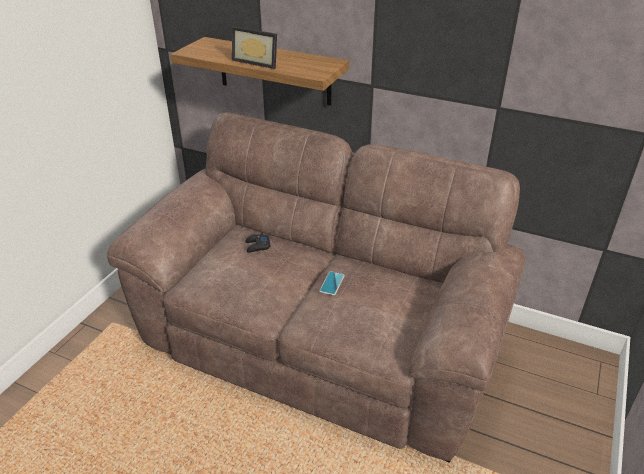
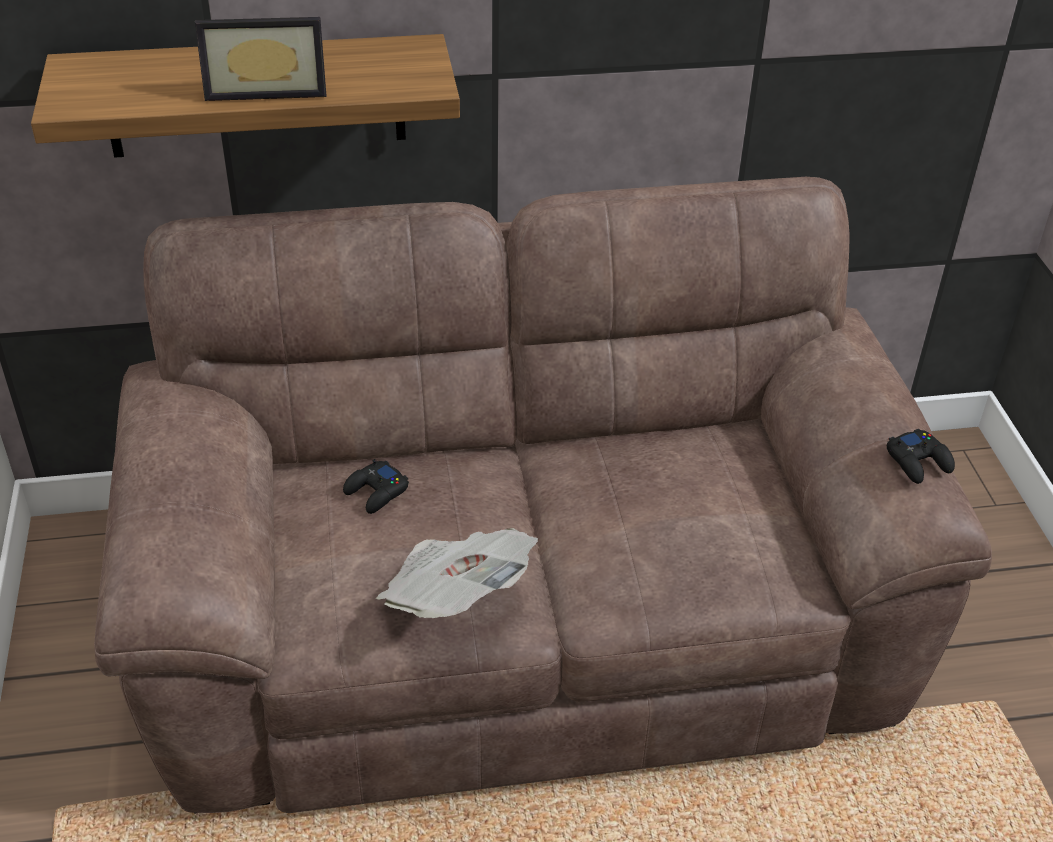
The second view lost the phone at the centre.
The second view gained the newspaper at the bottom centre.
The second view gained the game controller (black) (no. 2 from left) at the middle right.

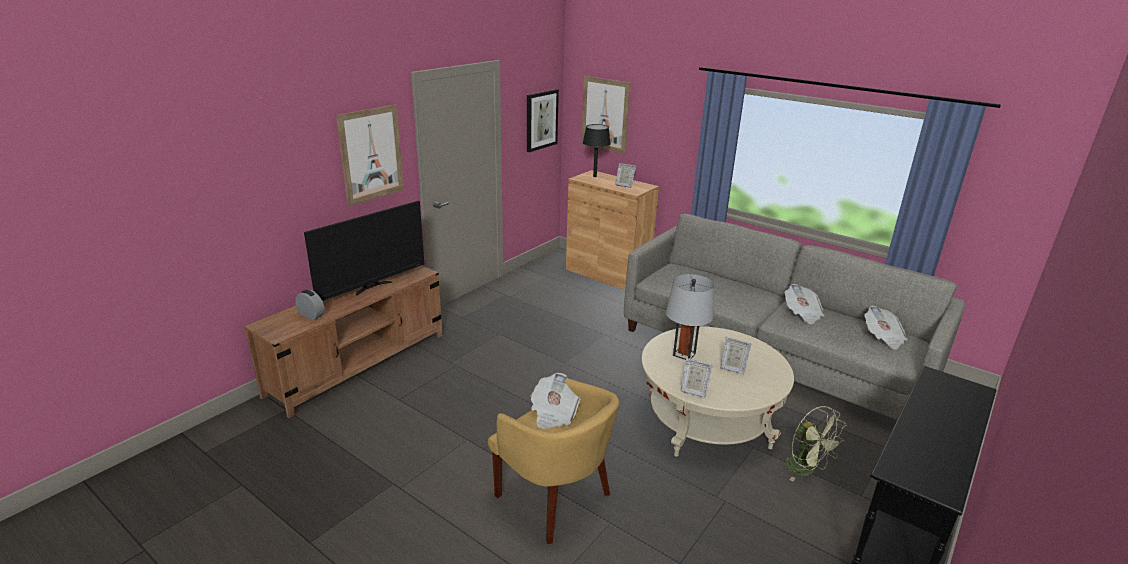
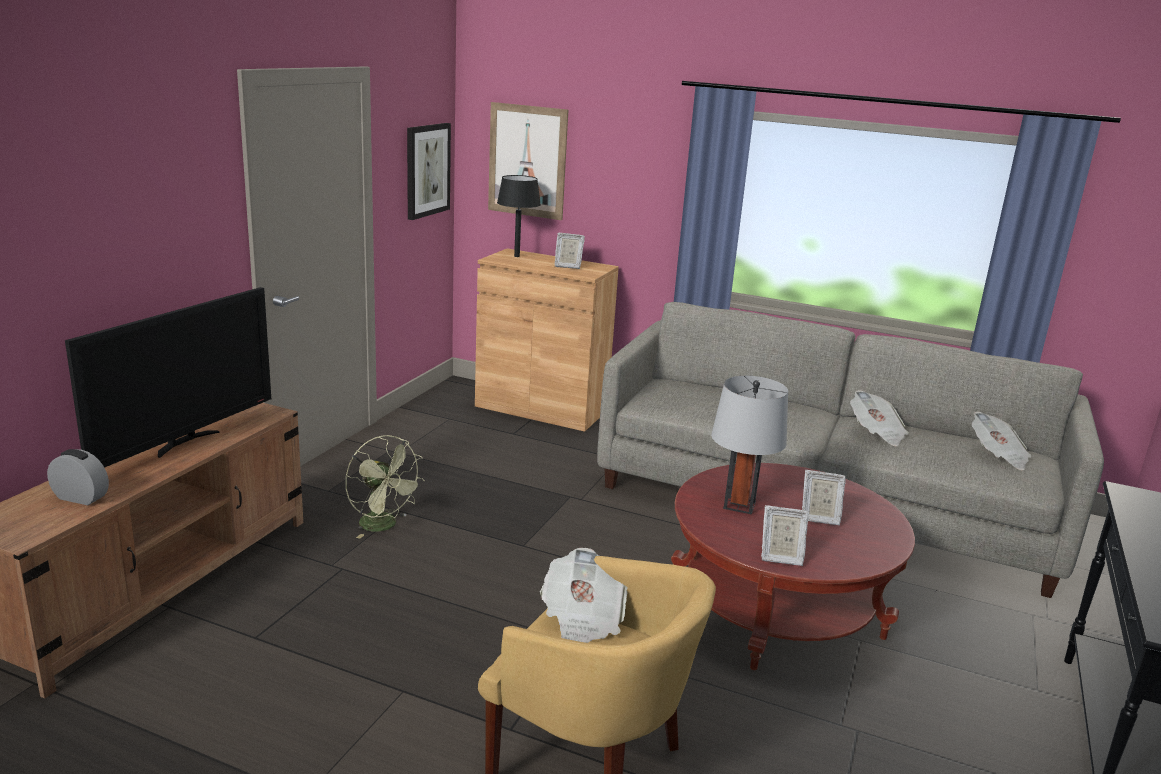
The second view lost the picture (no. 1 from left) at the top left.
What was the coffee table (beige) at the bottom centre turned into the coffee table (red) at the bottom right.
The fan (green) ended up elsewhere, having gone from the bottom right to the middle left.

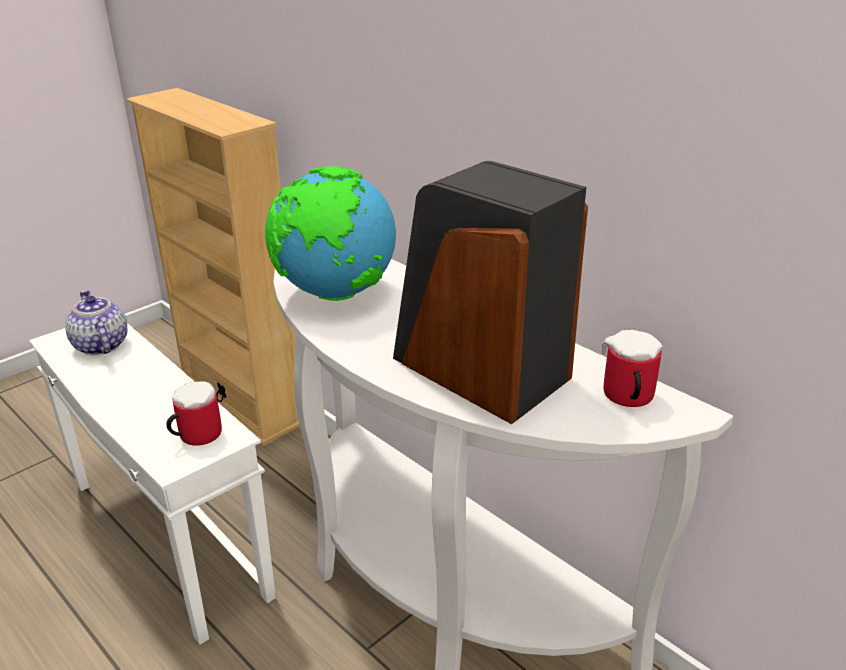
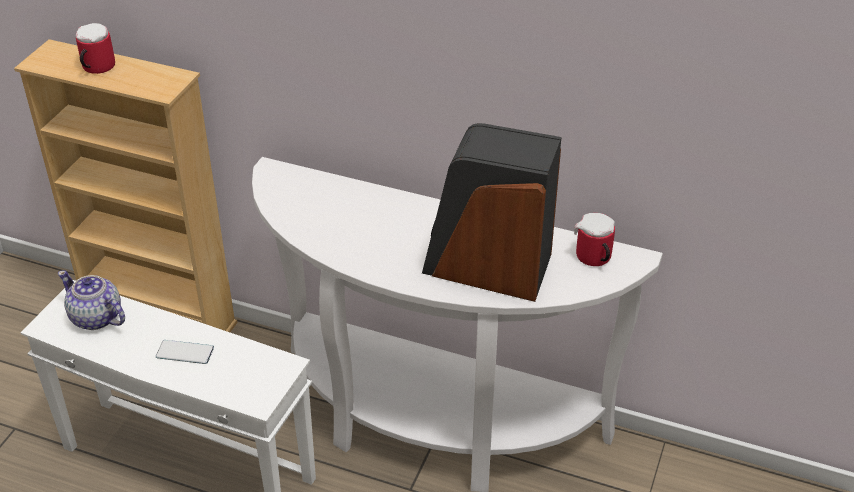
The mug (no. 1 from left) ended up elsewhere, having gone from the middle left to the top left.
The second view lost the globe at the centre.
The second view gained the phone at the bottom left.

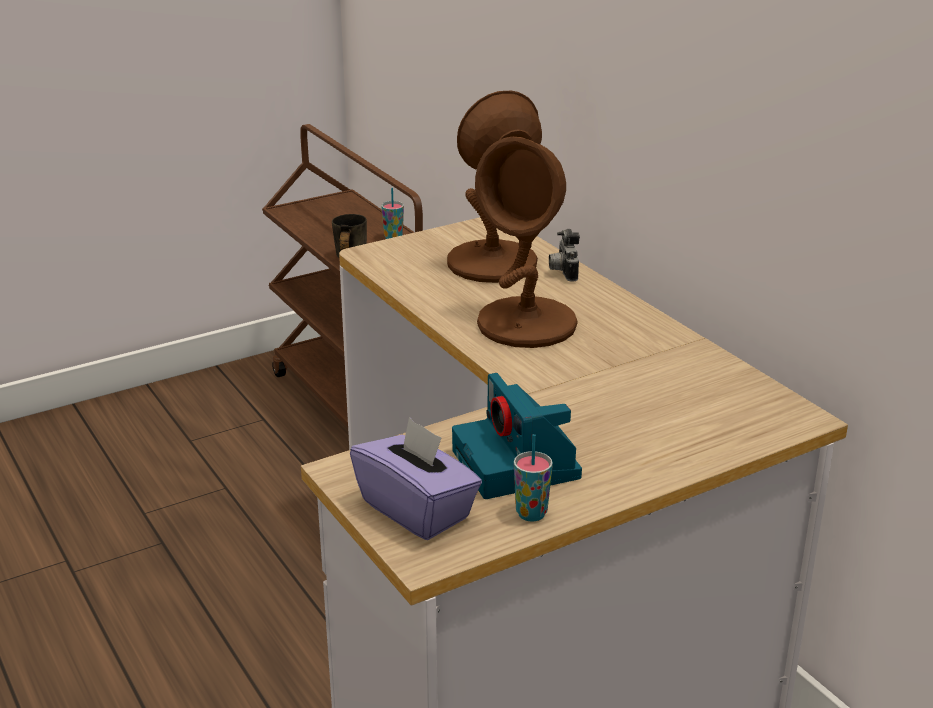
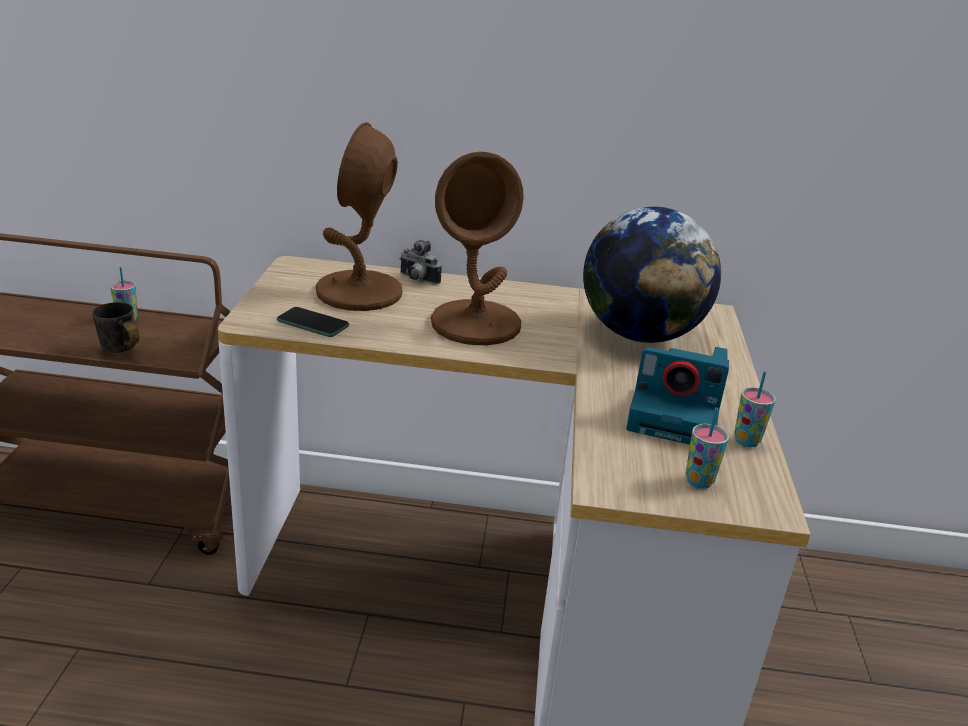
Where the tissue box (purple) stood at the bottom centre, the cup (no. 2 from left) came to stand at the middle right.
The second view gained the phone at the middle left.
The second view gained the globe at the middle right.

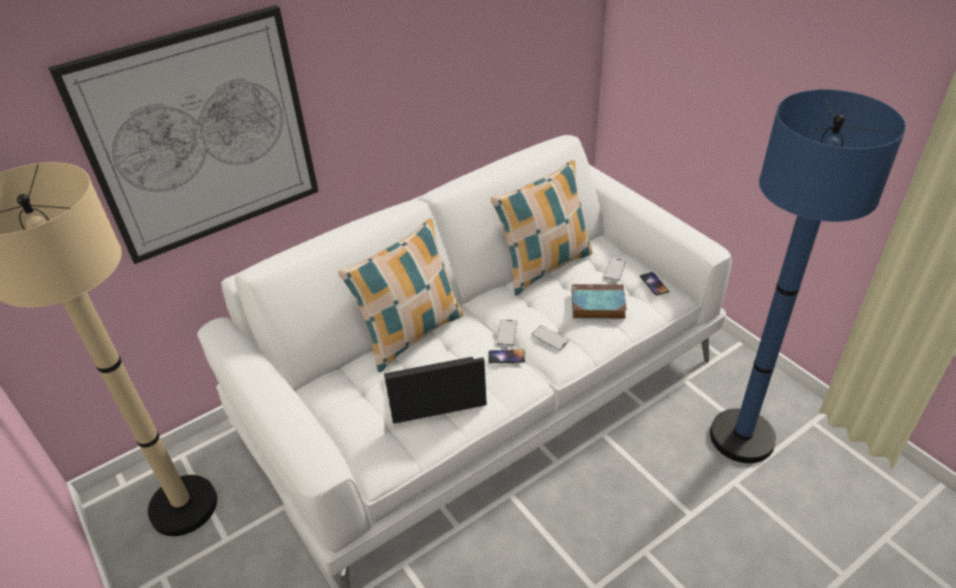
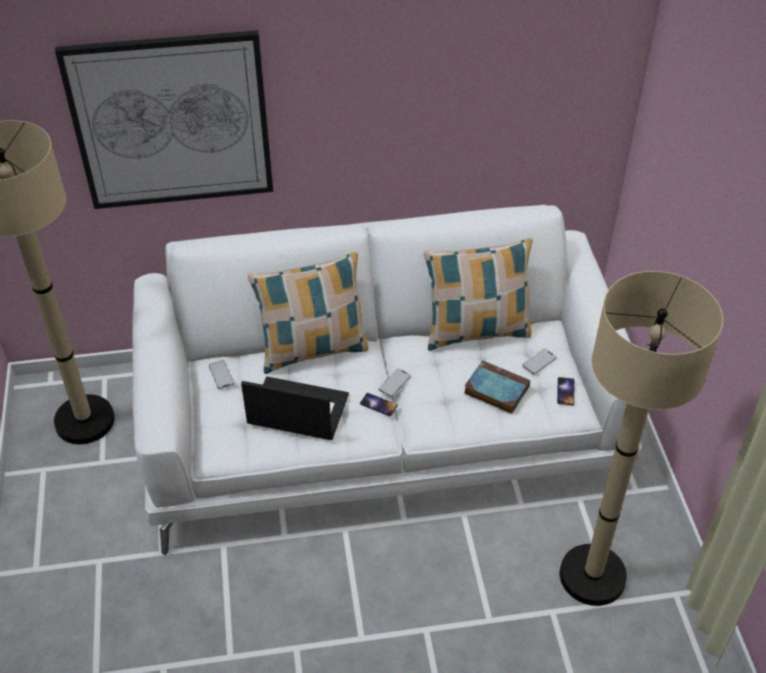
The phone (no. 3 from left in the first image) ended up elsewhere, having gone from the centre to the middle left.
What was the floor lamp (blue) at the middle right turned into the floor lamp (beige) (no. 2 from left) at the middle right.

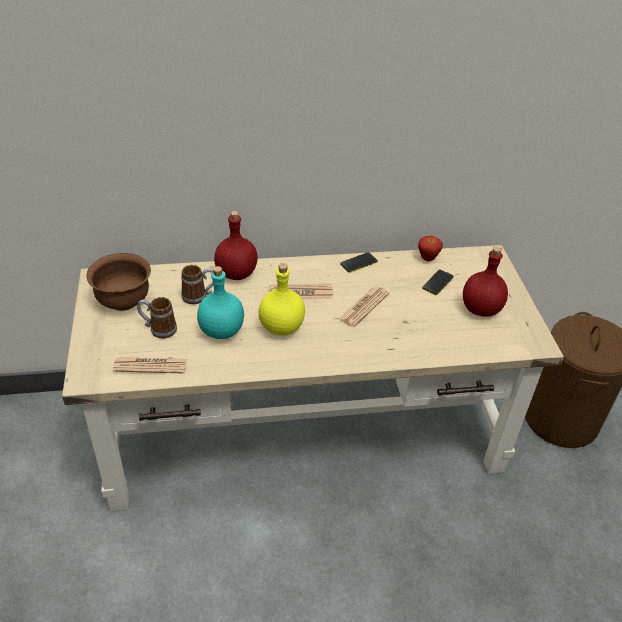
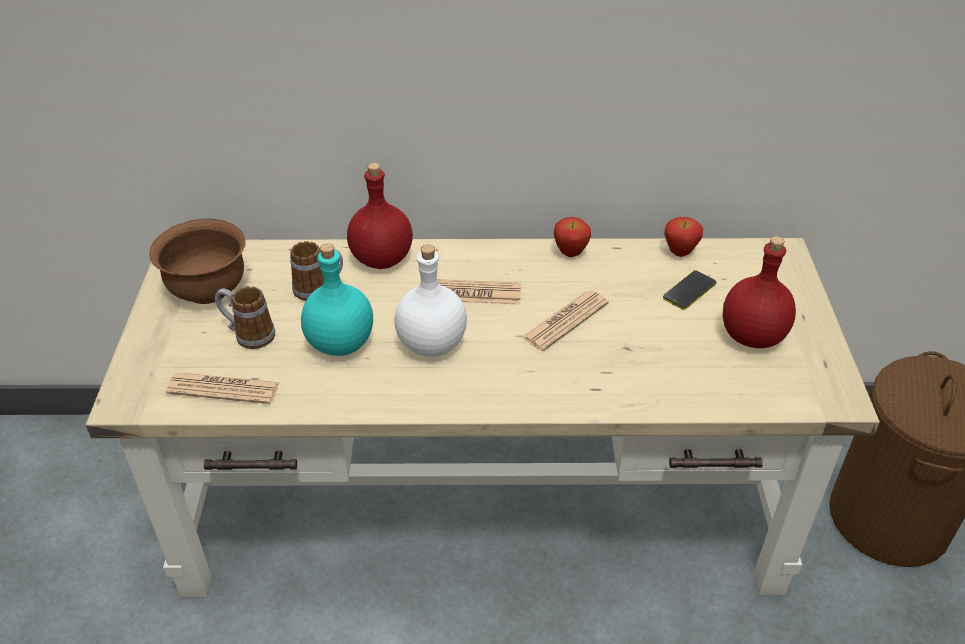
What was the bottle (yellow) at the centre turned into the bottle (white) at the centre.
Where the phone (no. 1 from left) stood at the centre, the apple (no. 1 from left) came to stand at the centre.

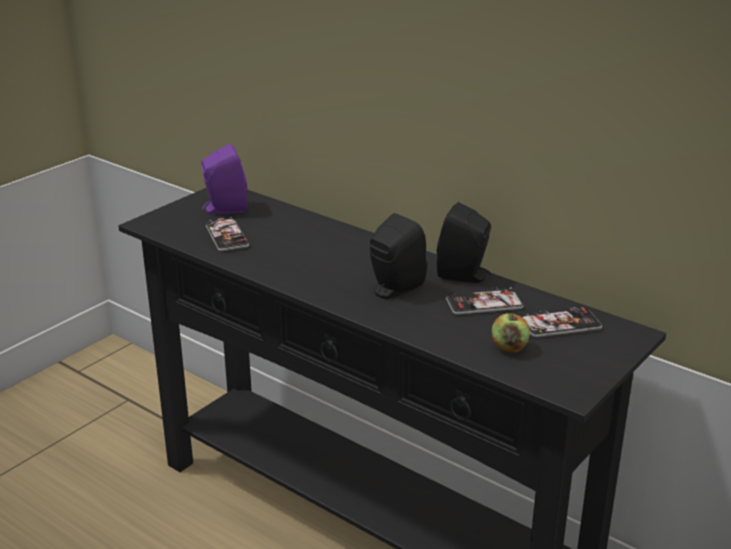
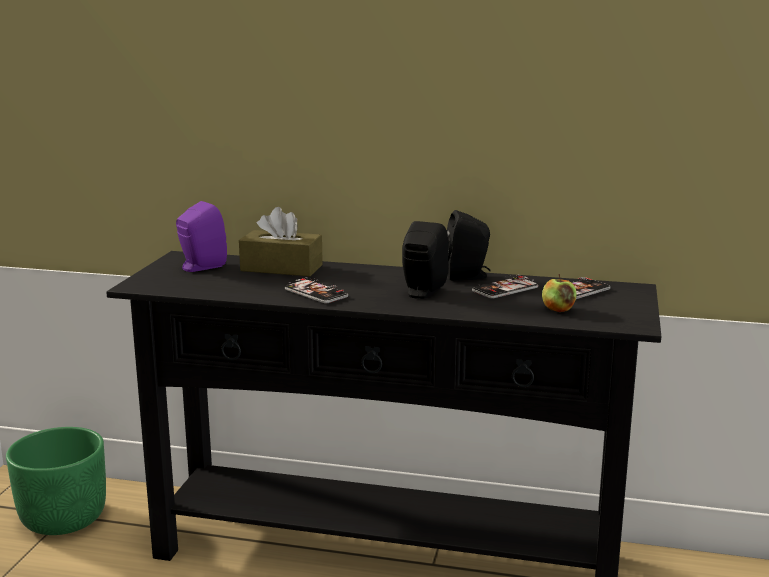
The phone (no. 1 from left) ended up elsewhere, having gone from the middle left to the centre.
The second view gained the planter (green) at the bottom left.
The second view gained the tissue box (brown) at the centre.

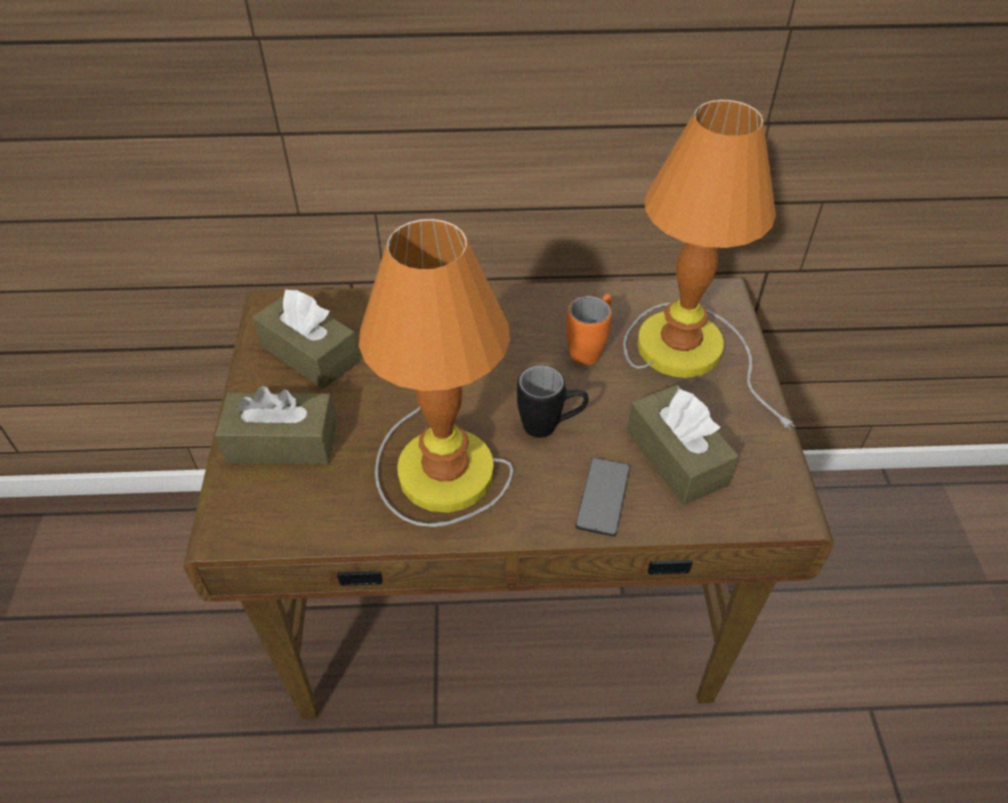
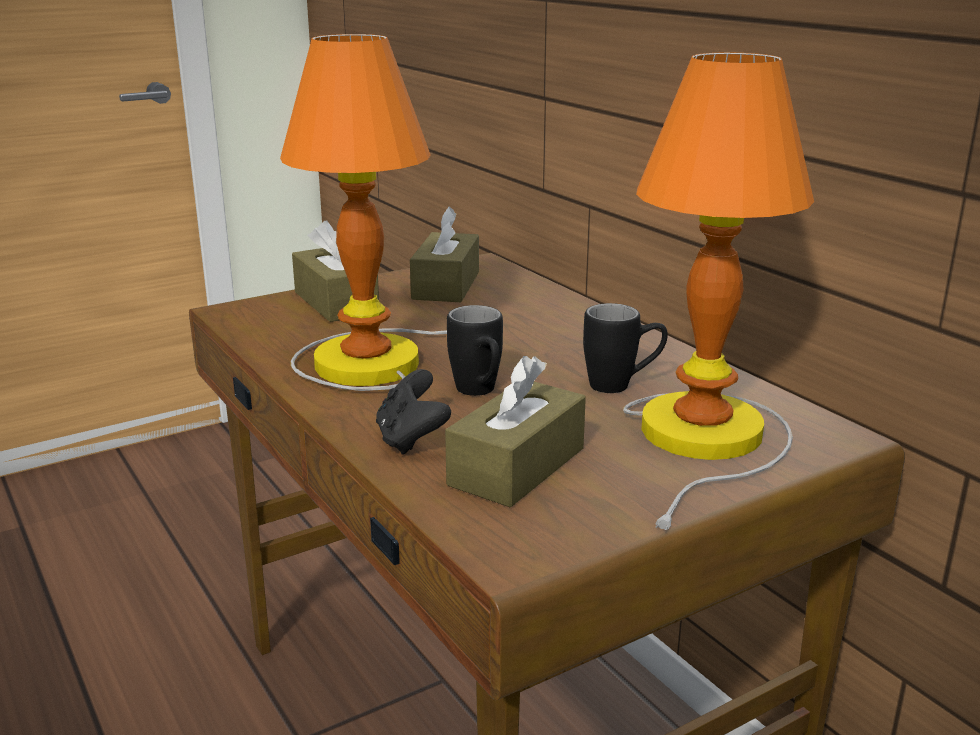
What was the mug (orange) at the centre turned into the mug (black) (no. 2 from left) at the centre.
Where the phone stood at the centre, the game controller (black) came to stand at the centre.

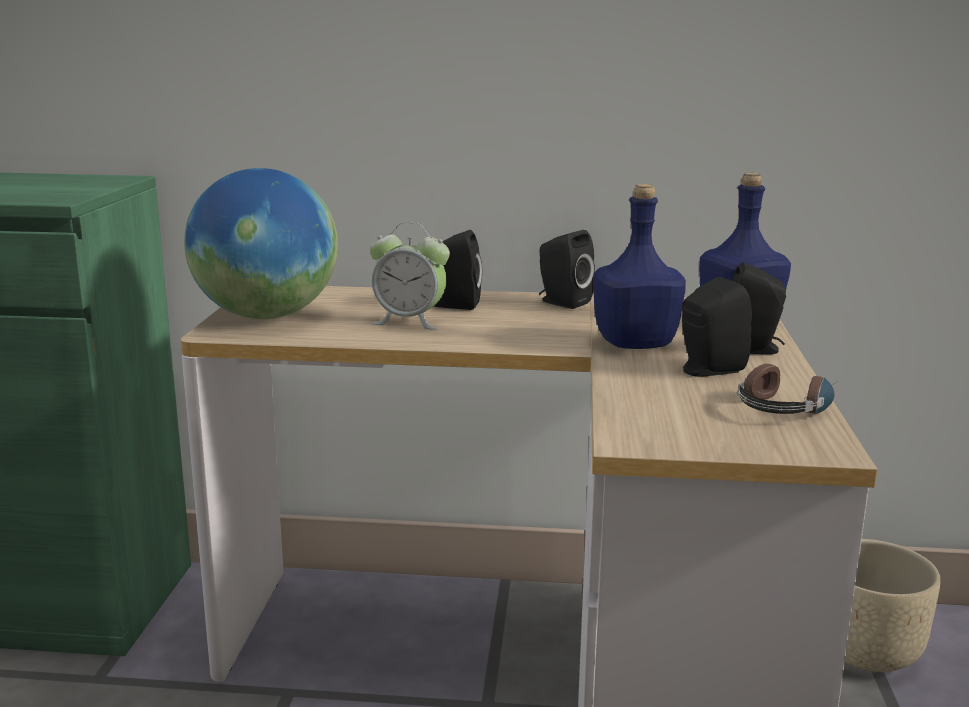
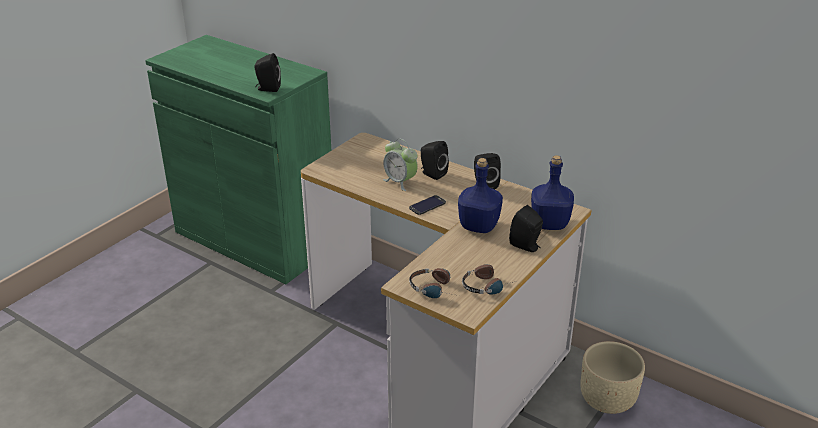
The second view lost the globe at the middle left.
The speaker (black) (no. 3 from left in the first image) ended up elsewhere, having gone from the middle right to the top left.
The second view gained the phone at the centre.
The second view gained the headphones (no. 1 from left) at the centre.

